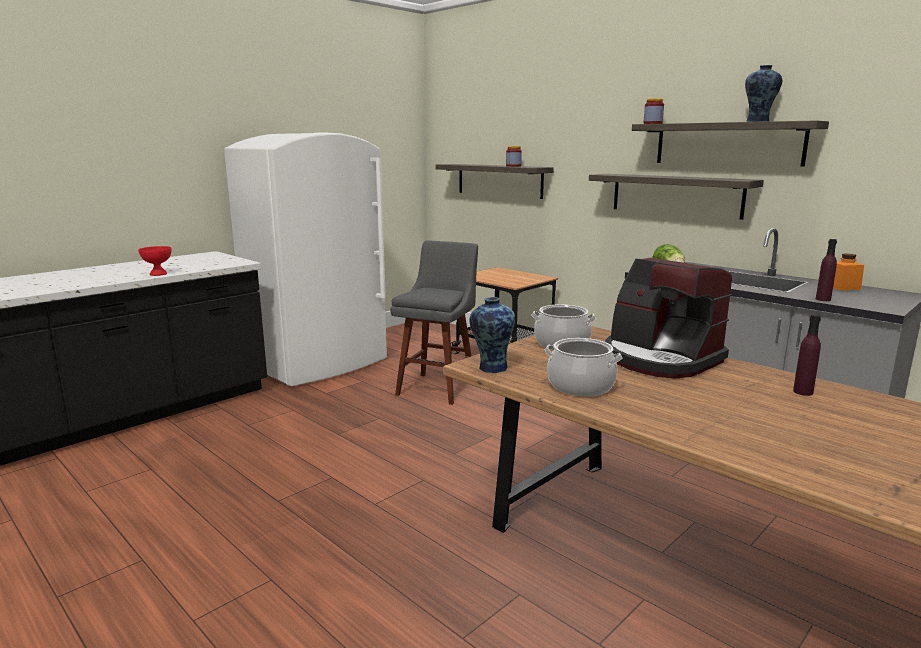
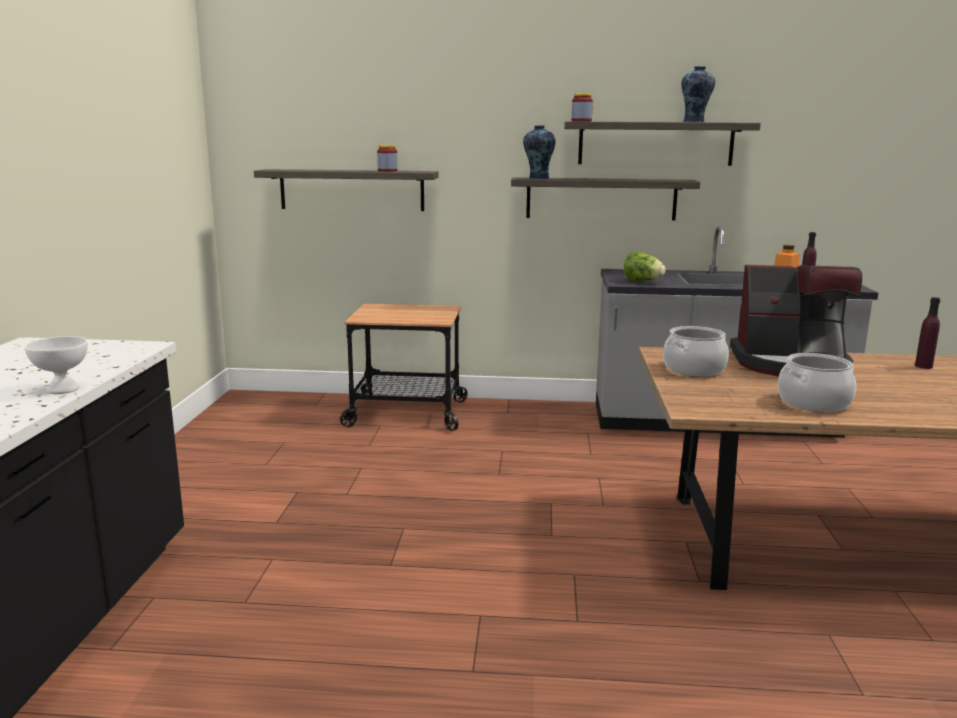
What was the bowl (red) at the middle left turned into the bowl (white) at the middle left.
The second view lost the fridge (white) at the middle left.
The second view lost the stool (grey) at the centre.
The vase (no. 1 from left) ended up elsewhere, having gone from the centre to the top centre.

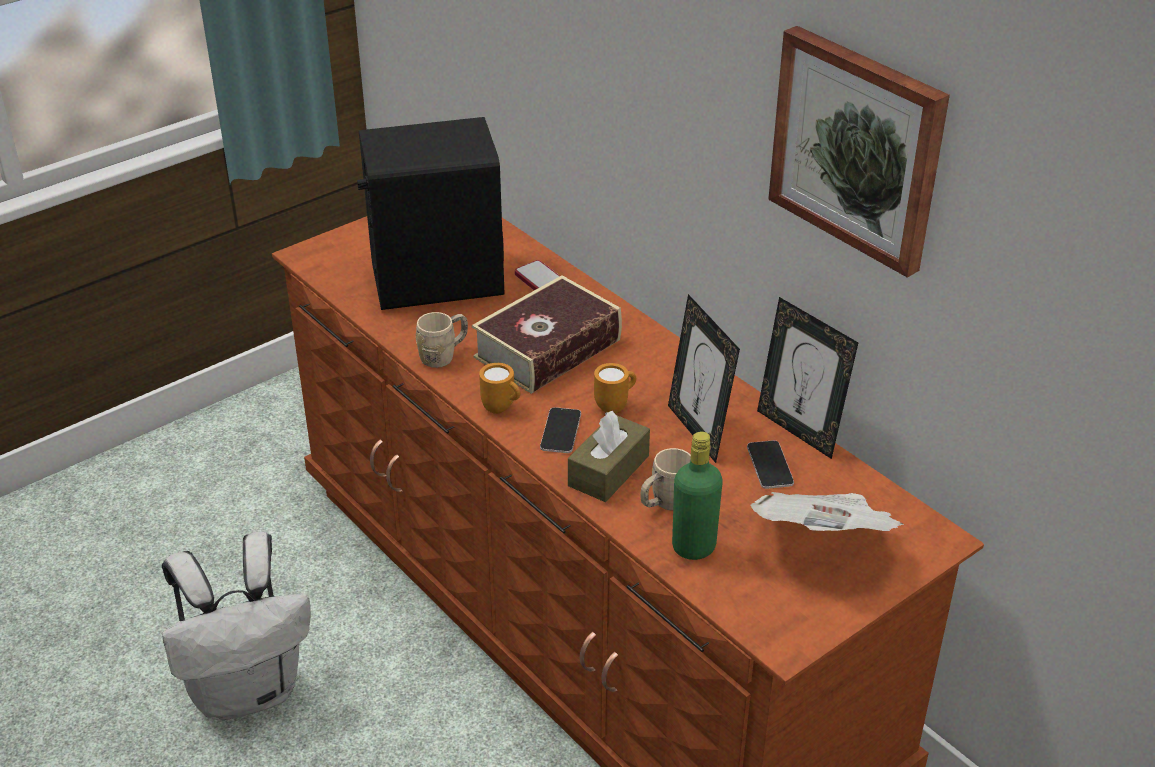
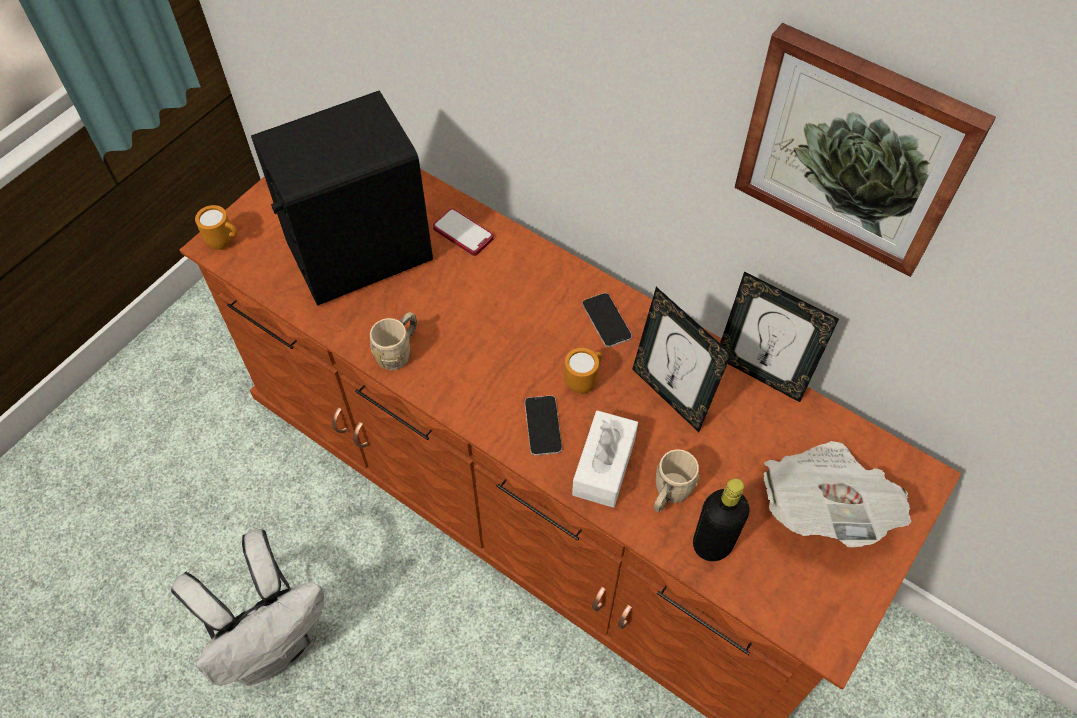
The second view lost the book at the centre.
The mug (orange) (no. 1 from left) ended up elsewhere, having gone from the centre to the top left.
What was the tissue box (brown) at the centre turned into the tissue box (white) at the centre.
What was the bottle (green) at the centre turned into the bottle (black) at the bottom right.
The phone (no. 3 from left) ended up elsewhere, having gone from the middle right to the centre.

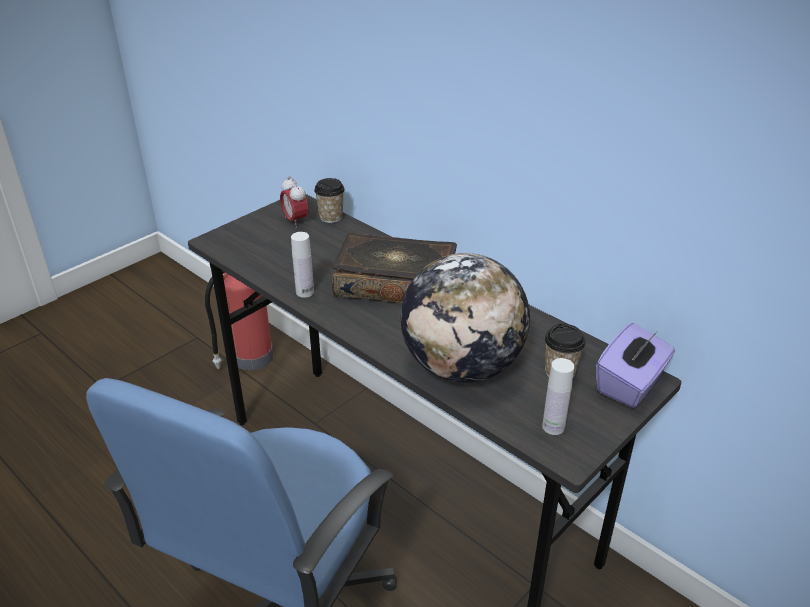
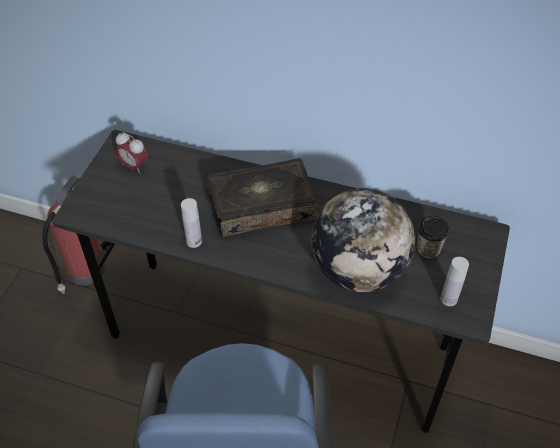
The second view lost the cup (no. 1 from left) at the top centre.
The second view lost the tissue box (purple) at the middle right.

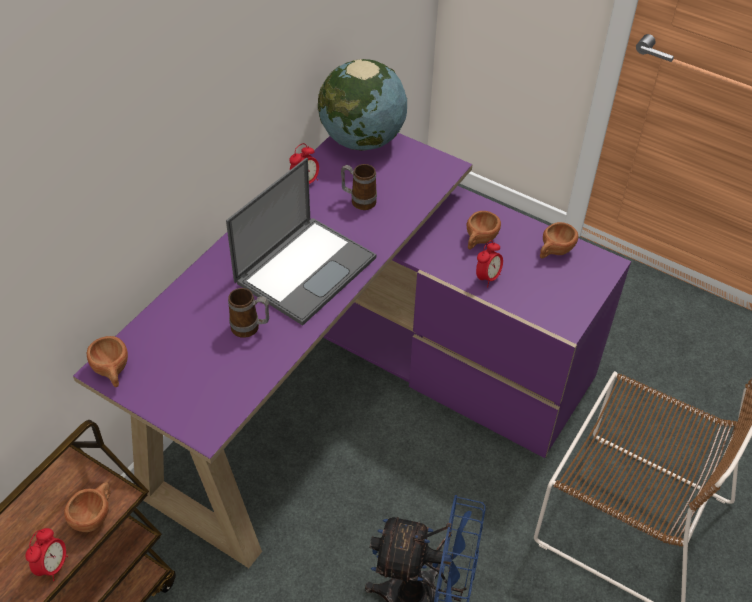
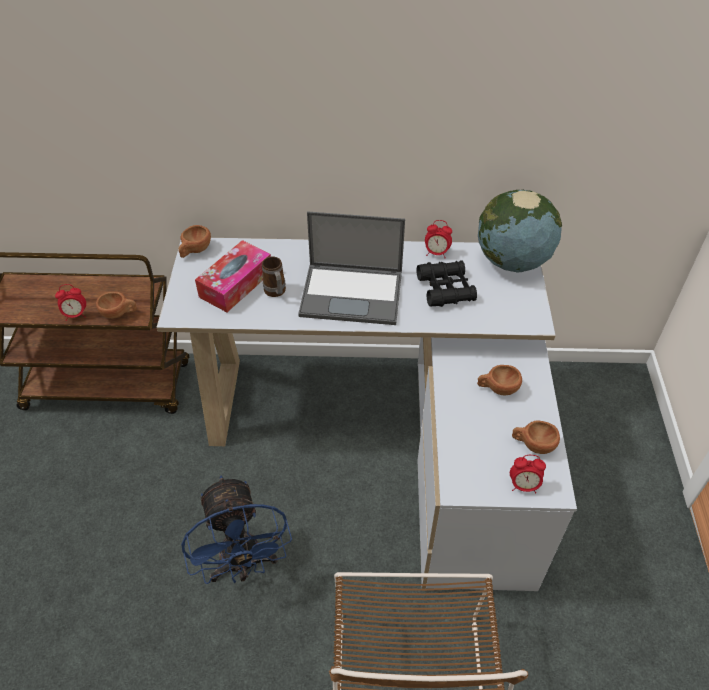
What was the desk (purple) at the centre turned into the desk (white) at the centre.
Where the mug (no. 2 from left) stood at the top centre, the binoculars (black) came to stand at the centre.
The alarm clock (no. 3 from left) ended up elsewhere, having gone from the centre to the bottom right.
The second view gained the tissue box at the middle left.

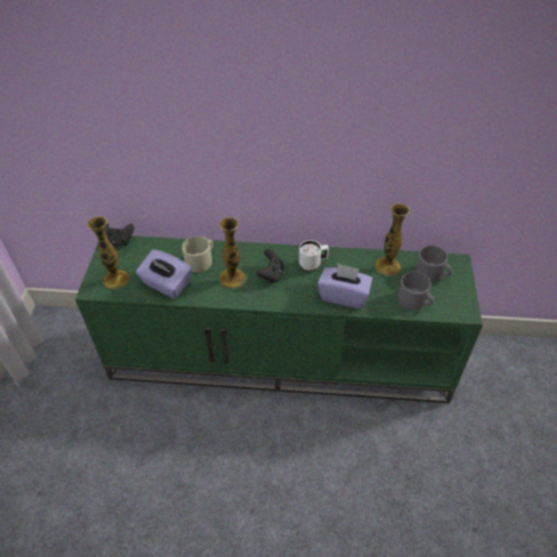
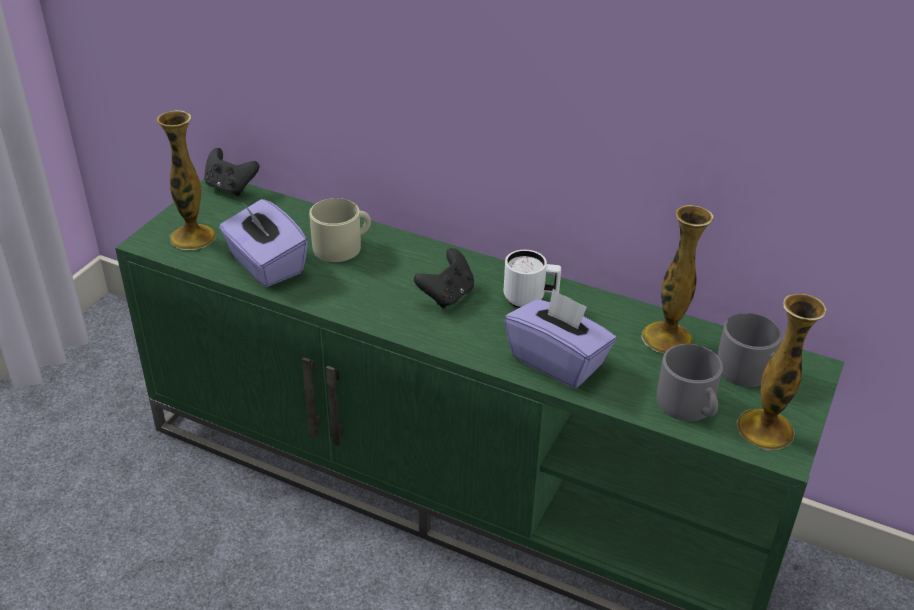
The vase (no. 2 from left in the first image) ended up elsewhere, having gone from the centre to the middle right.

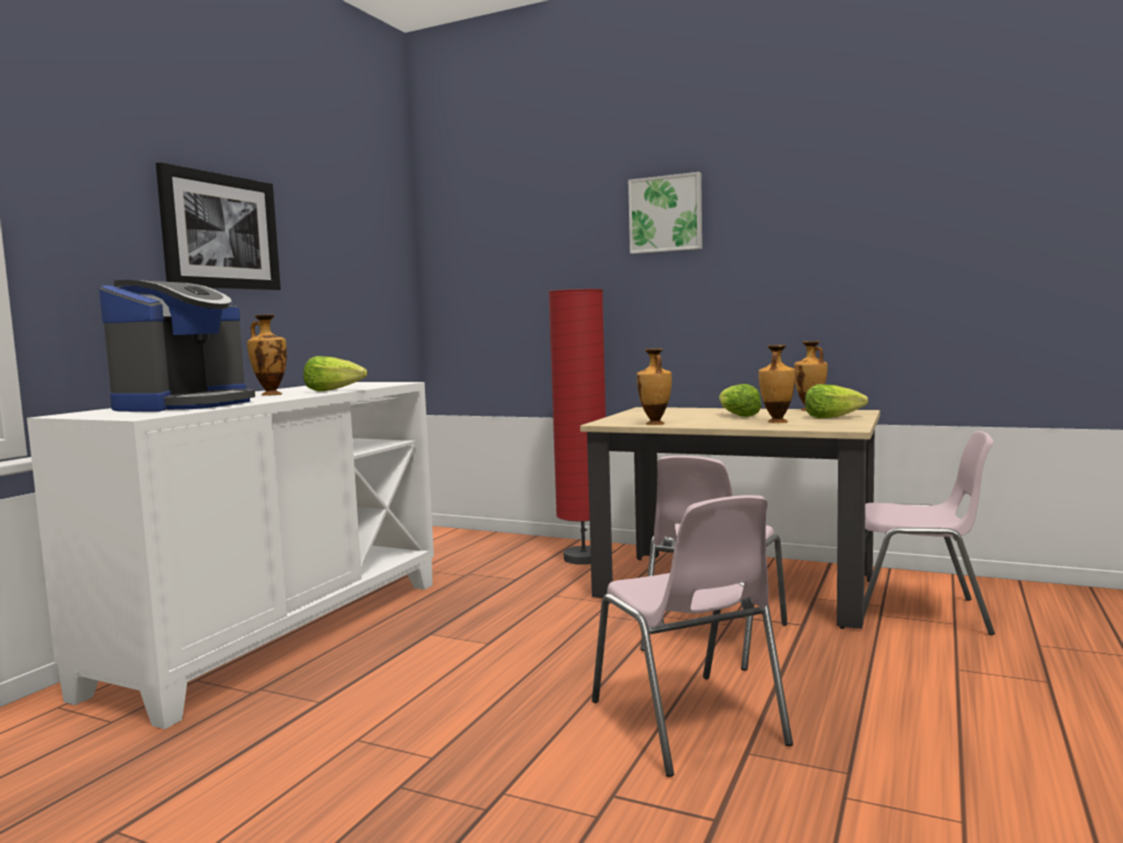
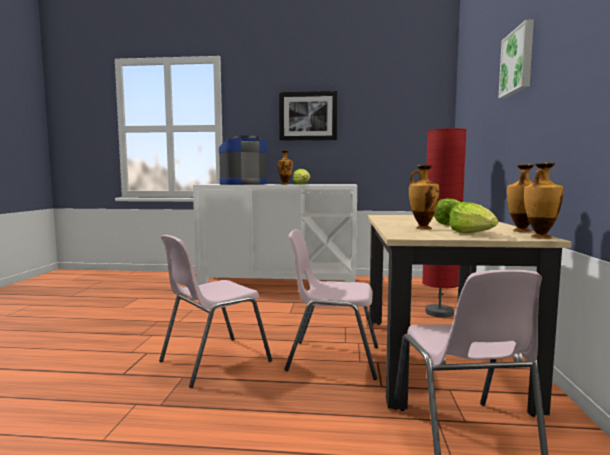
The coffee machine at the middle left ended up facing another way, 150 degrees clockwise from before.
The vase (no. 2 from left in the first image) ended up elsewhere, having gone from the centre to the middle right.

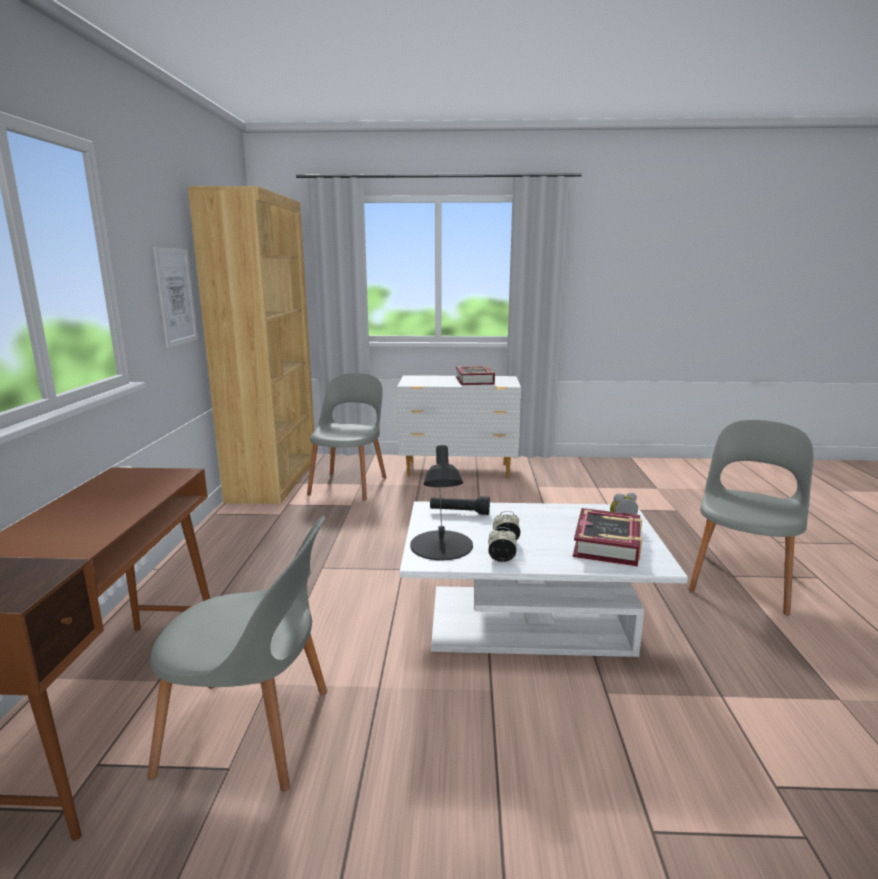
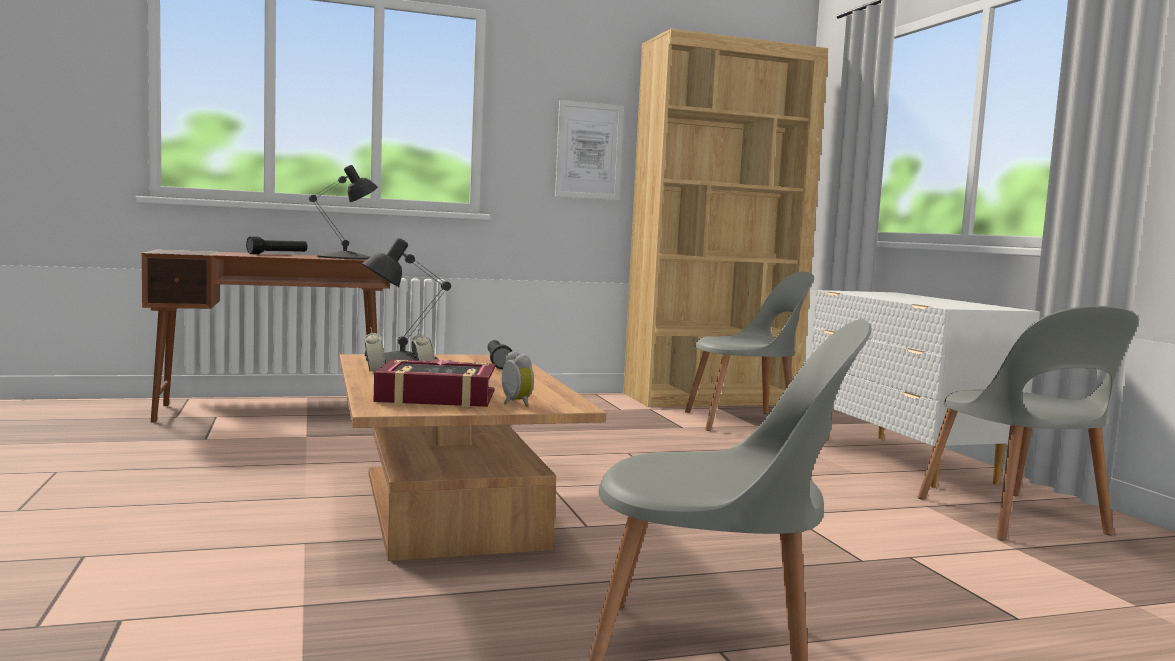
The chair (grey) (no. 1 from left in the first image) ended up elsewhere, having gone from the bottom left to the middle right.
What was the coffee table (white) at the centre turned into the coffee table (brown) at the bottom centre.
The second view lost the book (no. 1 from left) at the centre.
The second view gained the flashlight (black) (no. 1 from left) at the middle left.
The second view gained the table lamp (black) (no. 1 from left) at the top left.

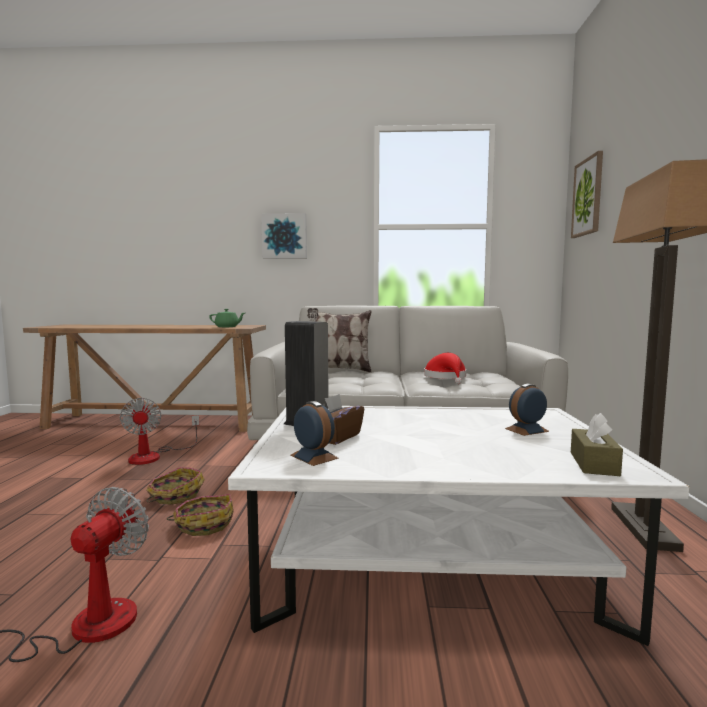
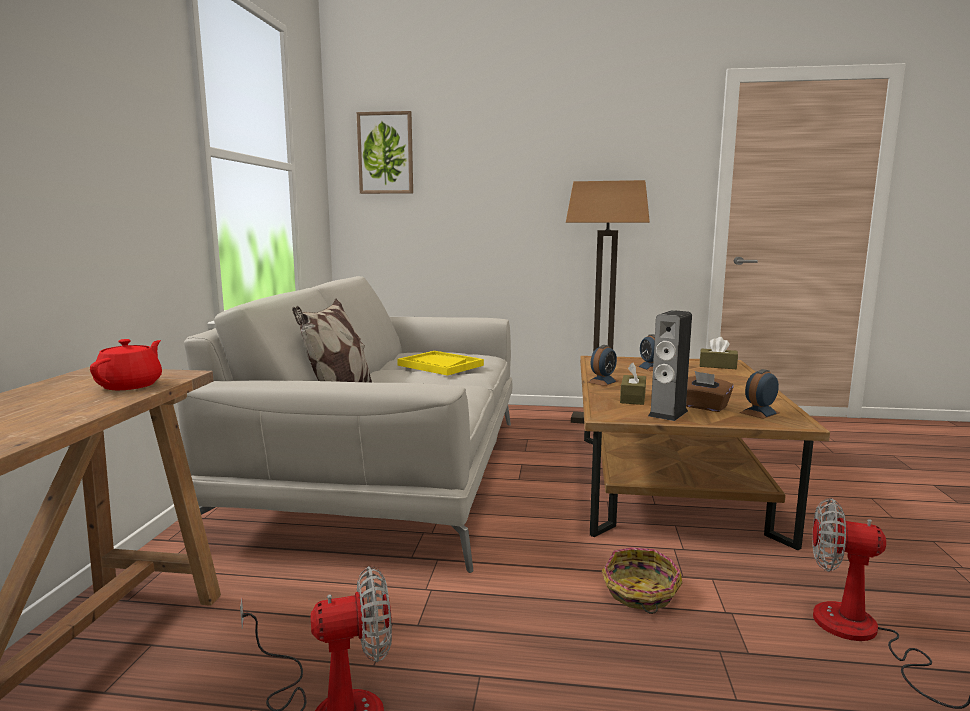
The second view lost the basket (no. 1 from left) at the bottom left.
What was the teapot (green) at the middle left turned into the teapot (red) at the middle left.
What was the coffee table (white) at the bottom centre turned into the coffee table (brown) at the middle right.
The second view lost the picture (no. 1 from left) at the centre.
Where the hat (red) stood at the centre, the tray (yellow) came to stand at the centre.
The second view gained the alarm clock (no. 1 from left) at the centre.
The second view gained the tissue box (brown) (no. 1 from left) at the centre.

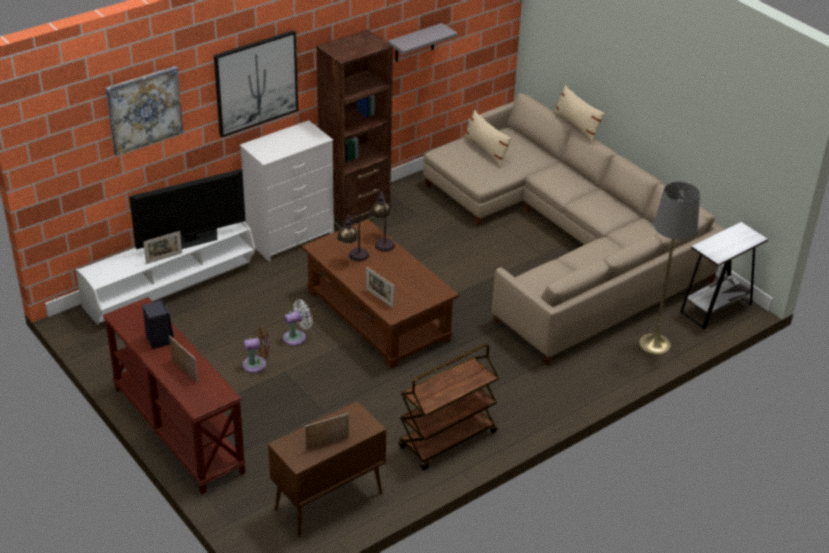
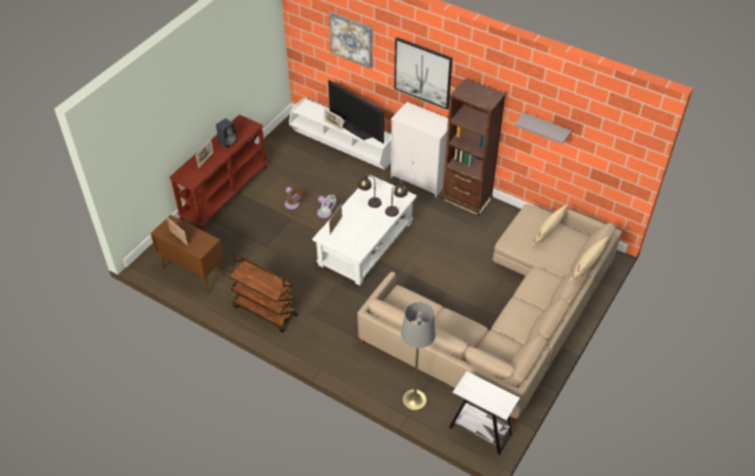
What was the coffee table (brown) at the centre turned into the coffee table (white) at the centre.

